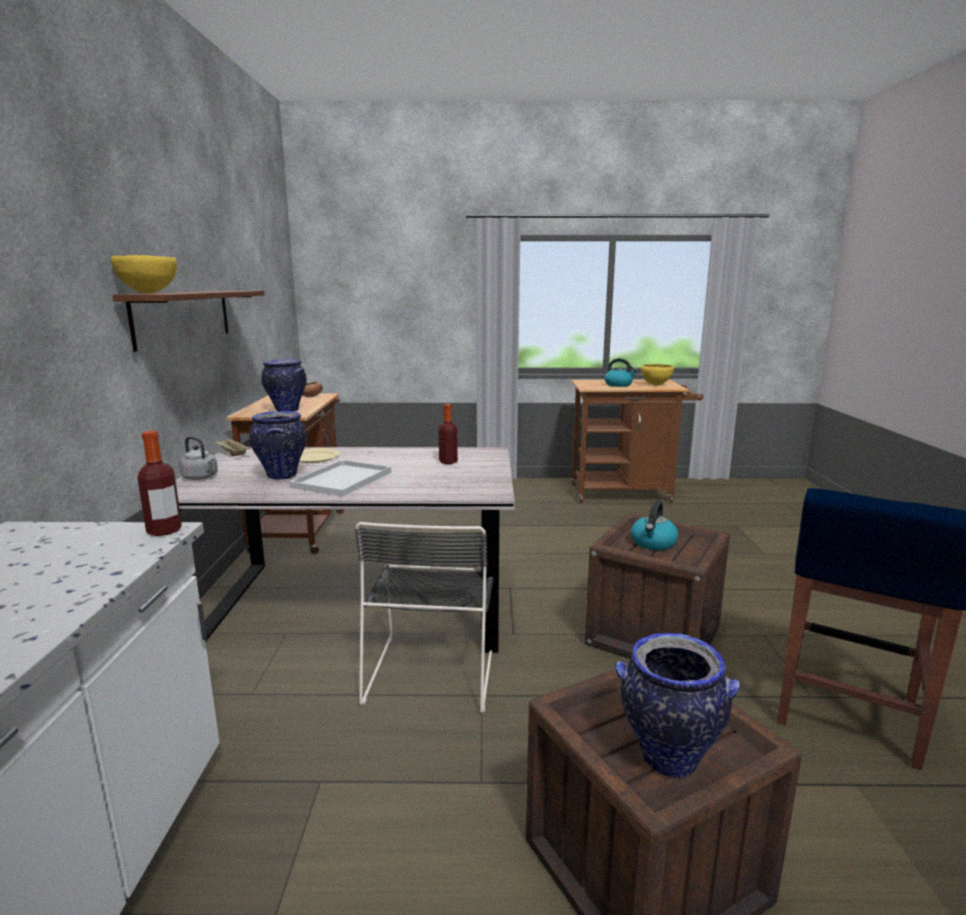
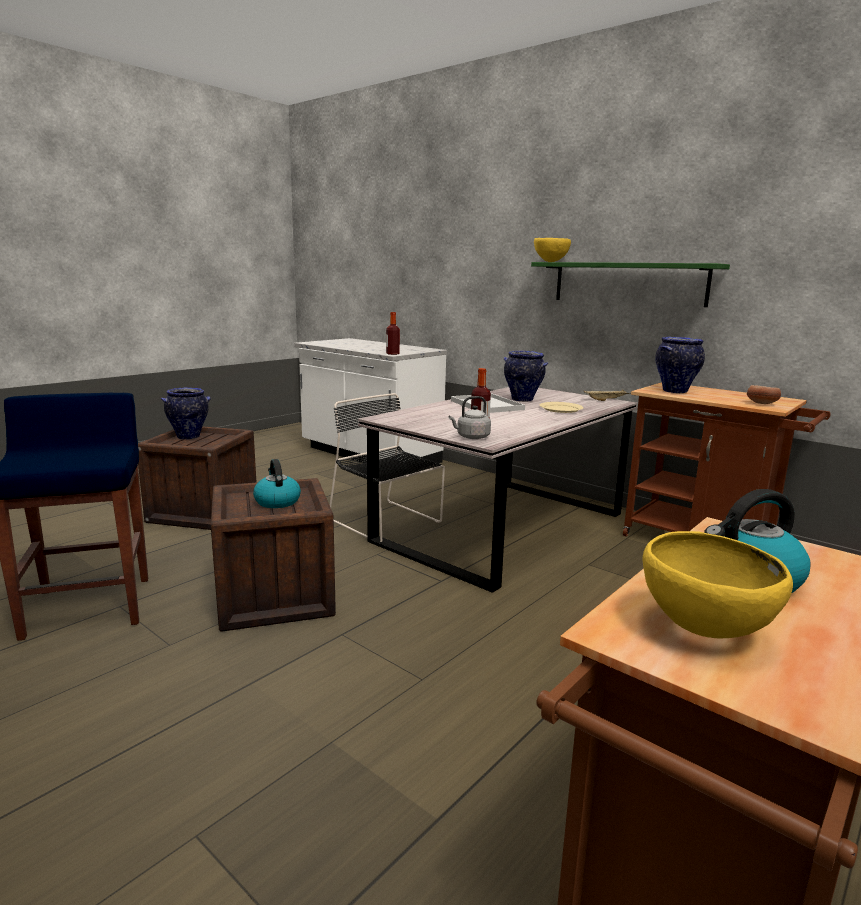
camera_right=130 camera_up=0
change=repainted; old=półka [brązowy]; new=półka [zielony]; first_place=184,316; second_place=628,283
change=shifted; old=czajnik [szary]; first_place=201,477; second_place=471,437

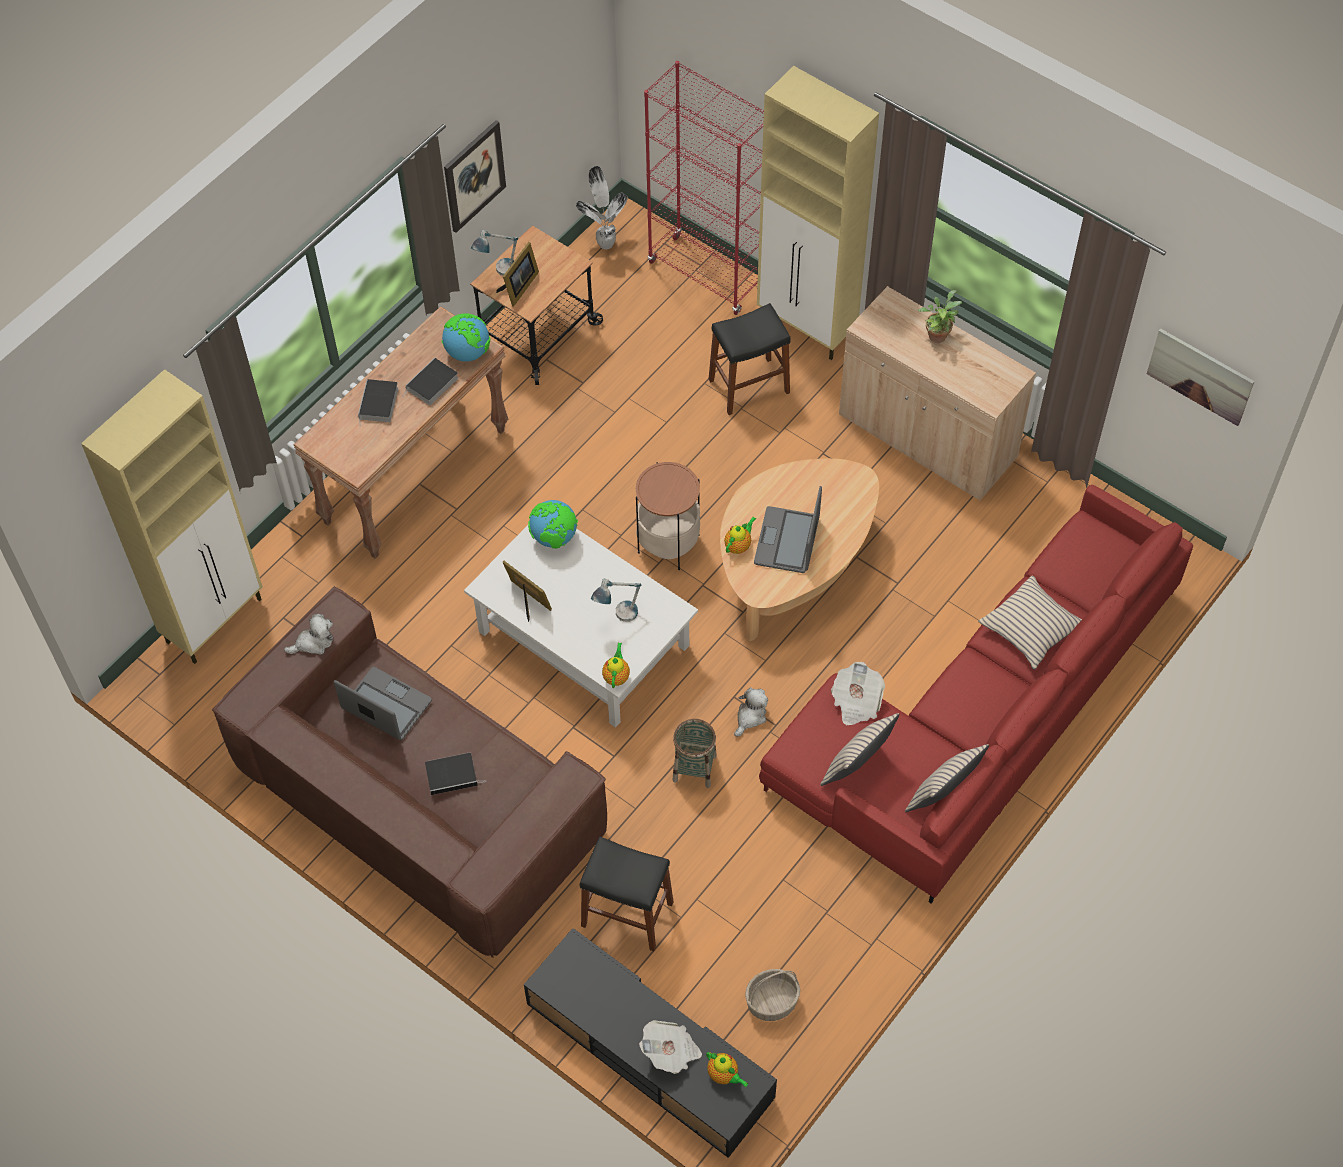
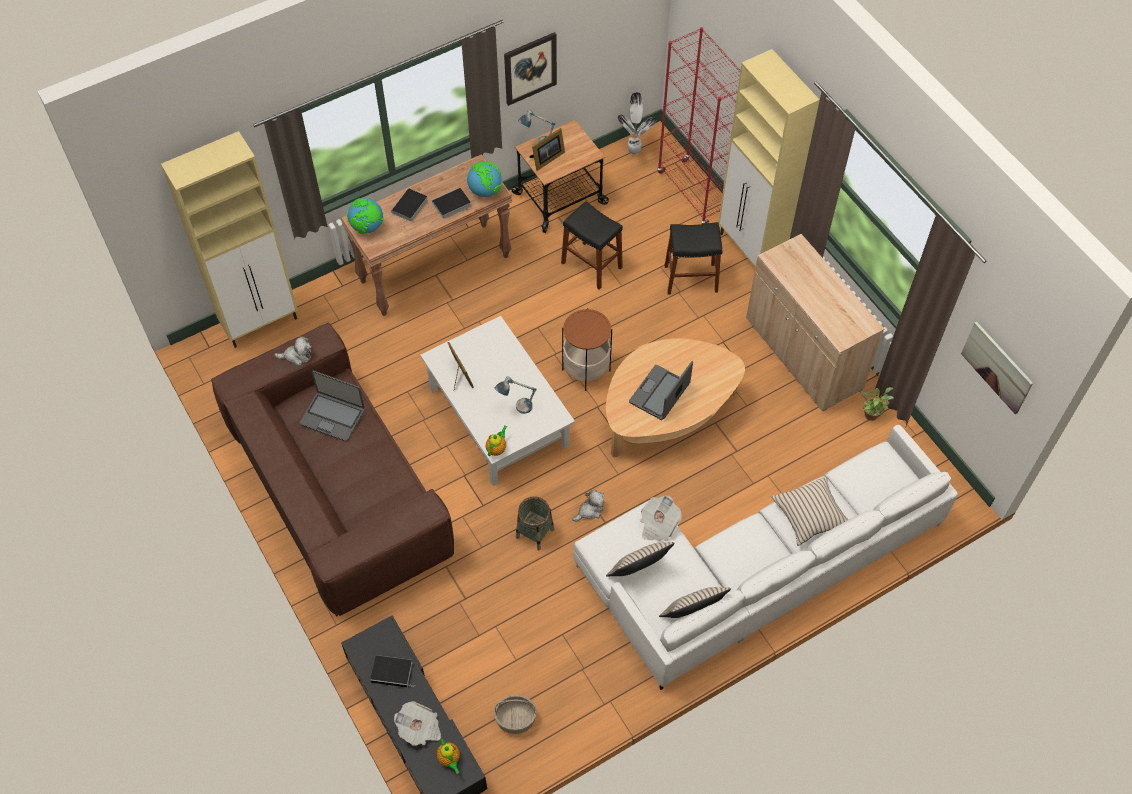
camera_right=20 camera_up=0
change=shifted; old=roślina doniczkowa; first_place=937,334; second_place=871,413
change=repainted; old=kanapa [czerwony]; new=kanapa [biały]; first_place=978,718; second_place=753,568
change=shifted; old=globus; first_place=554,538; second_place=367,227
change=gone; old=imbryk; first_place=739,545
change=rotated; old=laptop; first_place=386,706; second_place=333,416; degrees=150
change=shifted; old=książka; first_place=453,775; second_place=393,672
change=shifted; old=stołek [czarny]; first_place=627,914; second_place=591,265

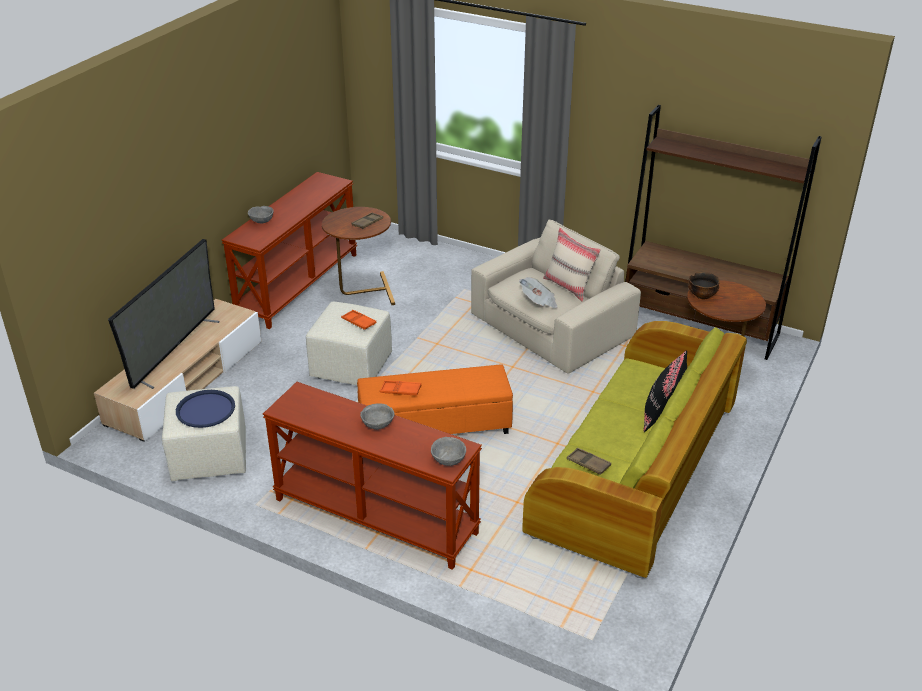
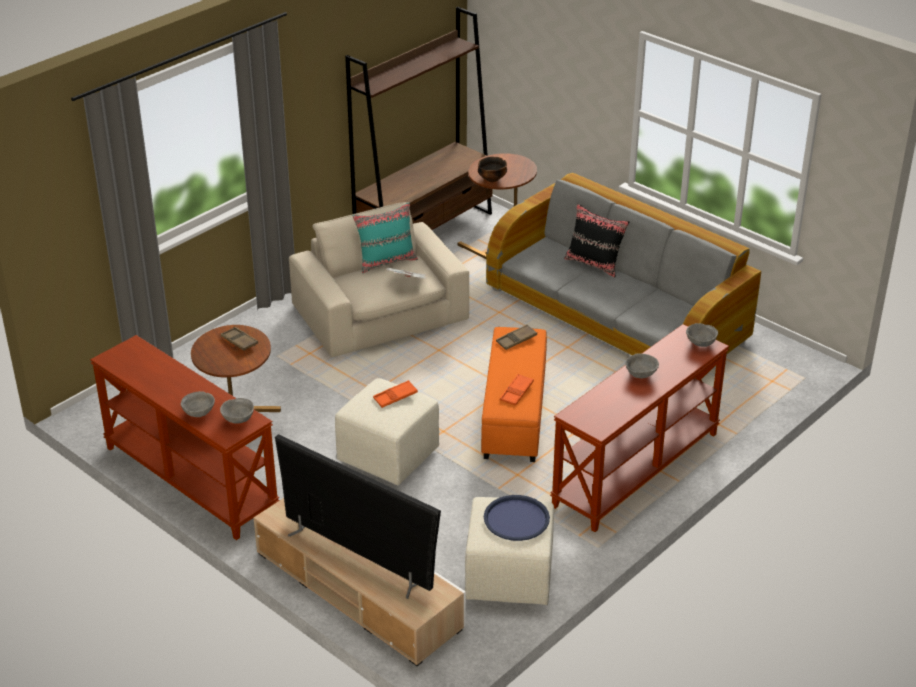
camera_right=-75 camera_up=0
change=repainted; old=poduszka [beżowy]; new=poduszka [turkusowy]; first_place=569,286; second_place=386,261
change=repainted; old=kanapa [zielony]; new=kanapa [szary]; first_place=636,470; second_place=617,314
change=shifted; old=taca [brązowy]; first_place=588,463; second_place=516,340
change=new; new=miska [szary]; second_place=238,420

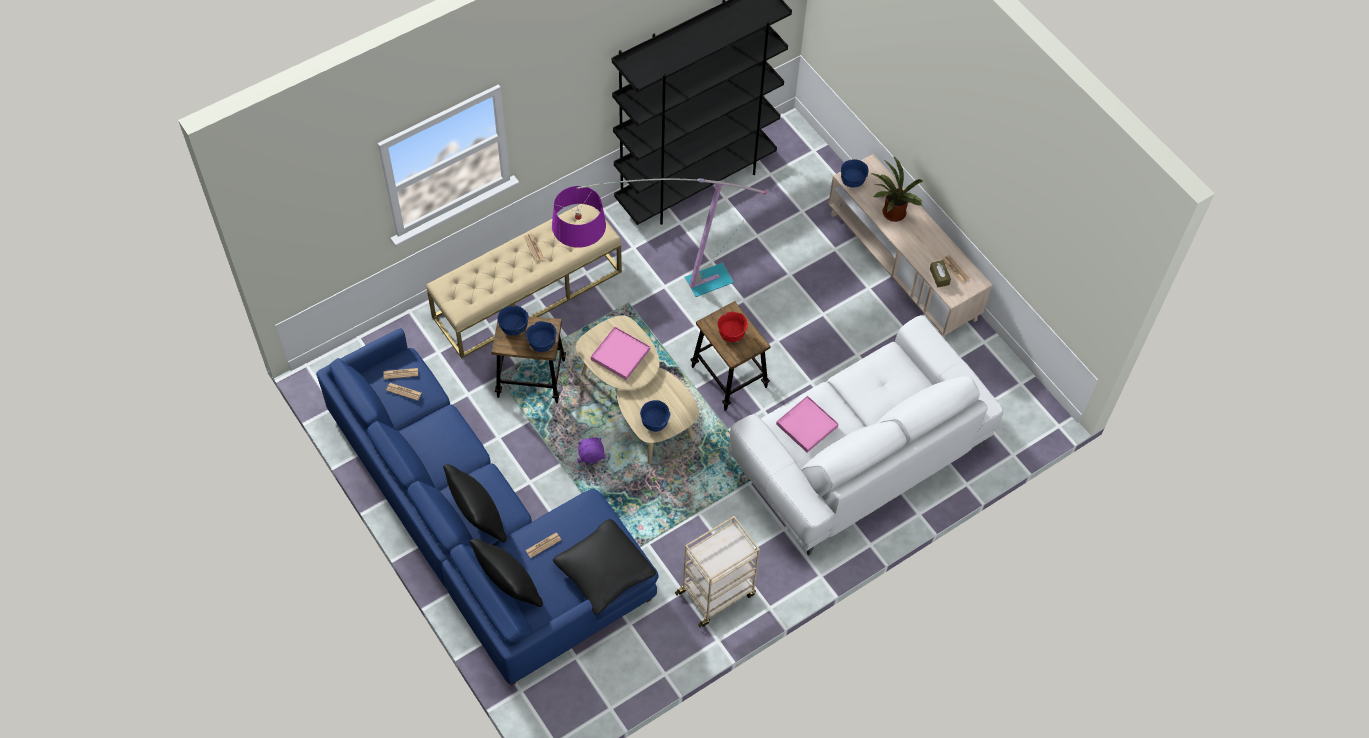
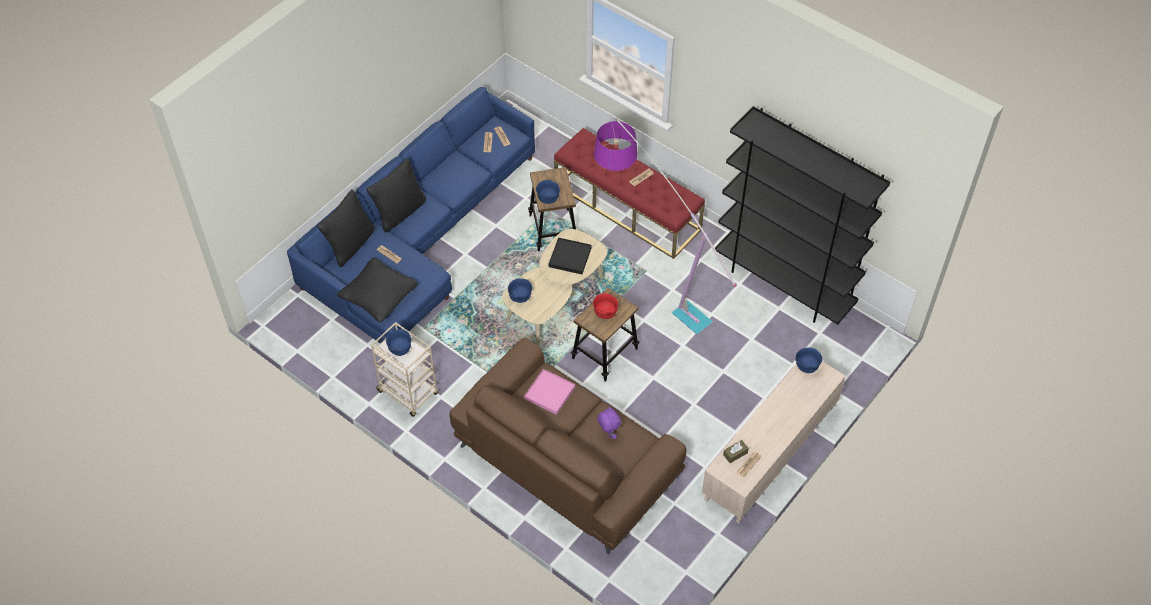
camera_right=75 camera_up=-5
change=gone; old=roślina doniczkowa; first_place=891,214
change=repainted; old=ławka [beżowy]; new=ławka [czerwony]; first_place=527,294; second_place=627,207
change=shifted; old=miska [niebieski]; first_place=514,328; second_place=400,349
change=repainted; old=kanapa [biały]; new=kanapa [brązowy]; first_place=859,453; second_place=567,461
change=repainted; old=taca [różowy]; new=taca [czarny]; first_place=620,354; second_place=570,257
change=shifted; old=pluszak [fioletowy]; first_place=591,463; second_place=608,433

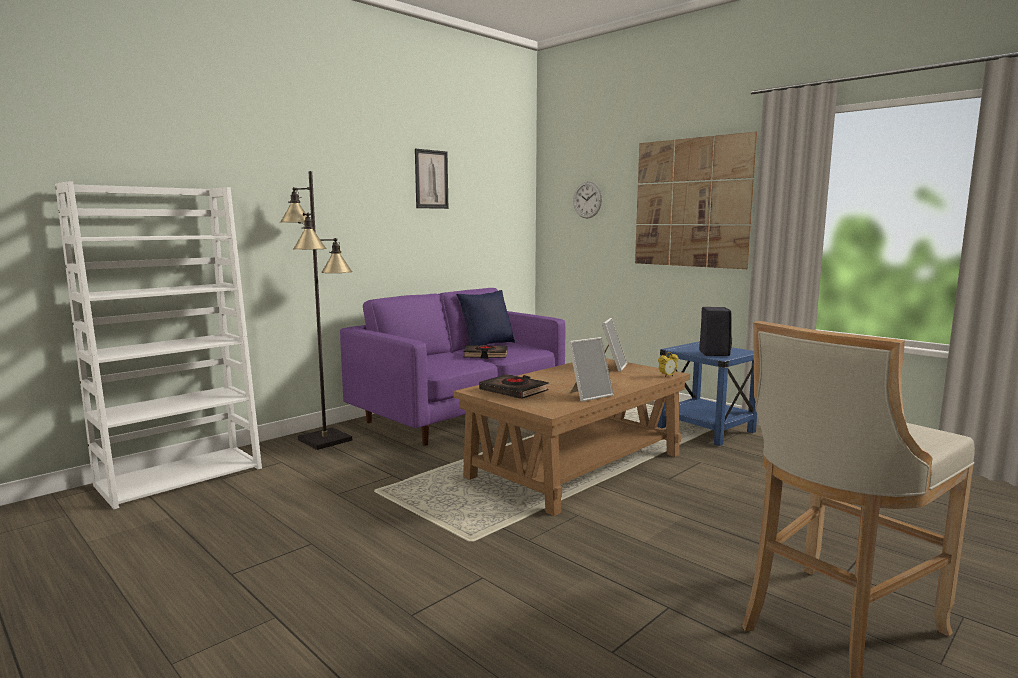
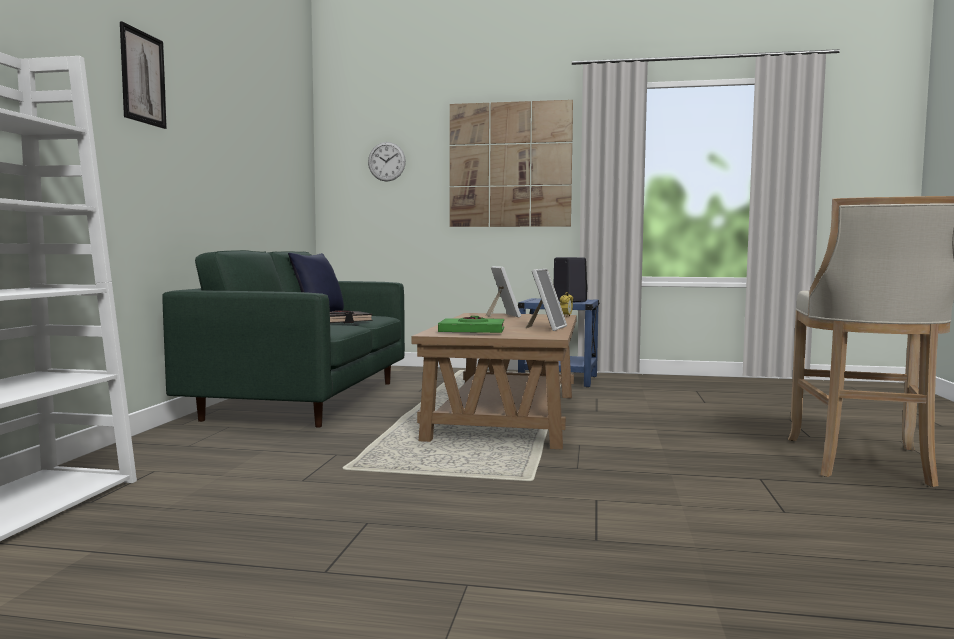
camera_right=-35 camera_up=-5
change=shifted; old=obraz; first_place=431,179; second_place=143,77
change=gone; old=lampa stojąca [czarny]; first_place=325,440
change=repainted; old=kanapa [fioletowy]; new=kanapa [zielony]; first_place=460,415; second_place=306,400
change=repainted; old=książka [czarny]; new=książka [zielony]; first_place=514,391; second_place=472,331

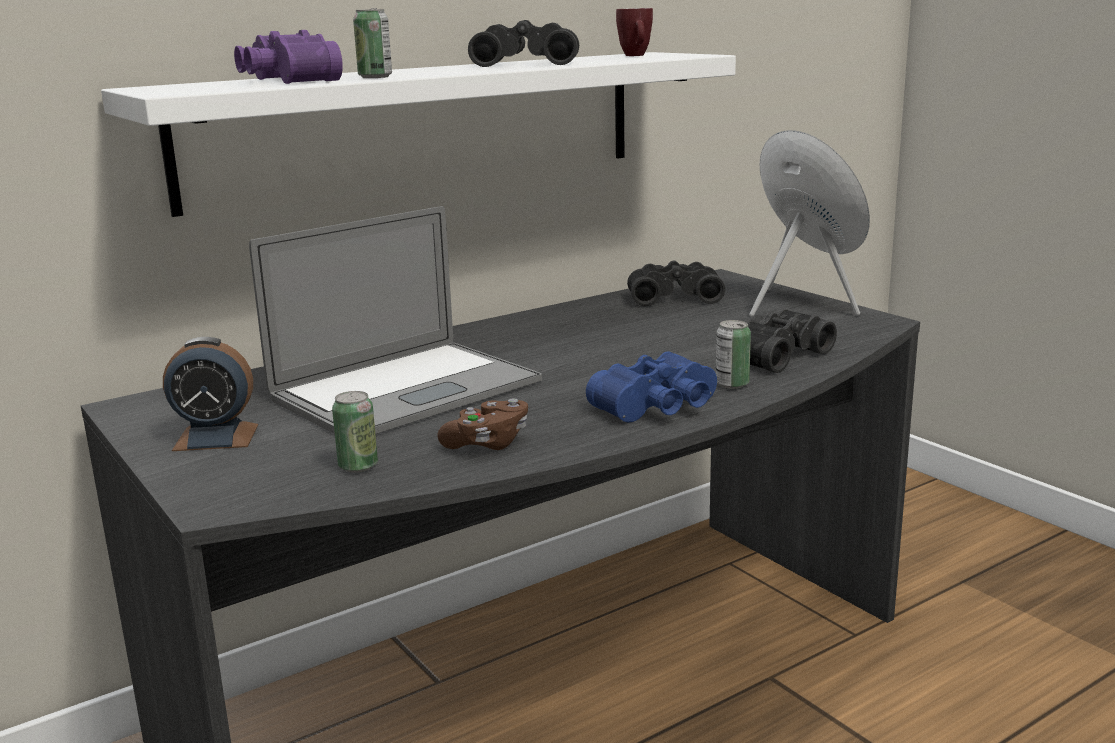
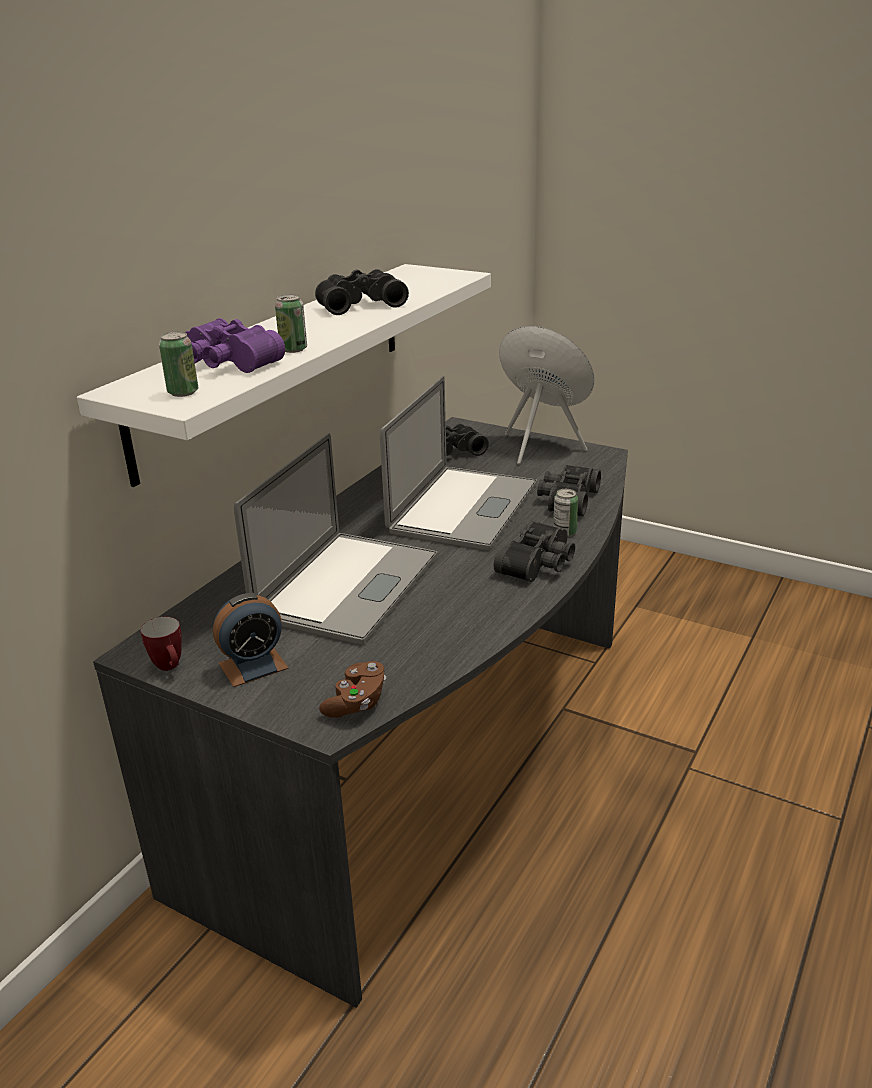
camera_right=-25 camera_up=10
change=shifted; old=kubek; first_place=636,55; second_place=170,667
change=repainted; old=lornetka [niebieski]; new=lornetka [czarny]; first_place=660,408; second_place=539,564
change=shifted; old=puszka; first_place=358,466; second_place=183,392
change=shifted; old=pad do gier [brązowy]; first_place=487,444; second_place=356,703
change=new; new=laptop; second_place=464,507

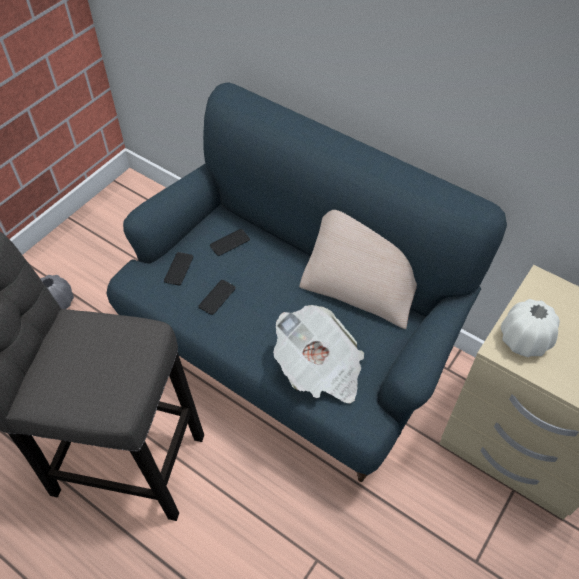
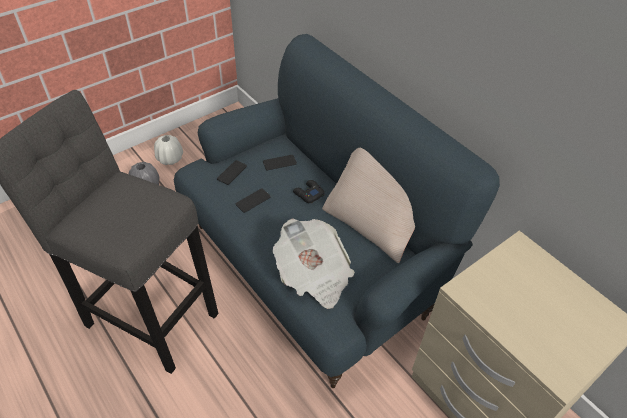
camera_right=15 camera_up=-5
change=shifted; old=wazon [biały]; first_place=523,340; second_place=170,158
change=new; new=pad do gier [czarny]; second_place=308,194

